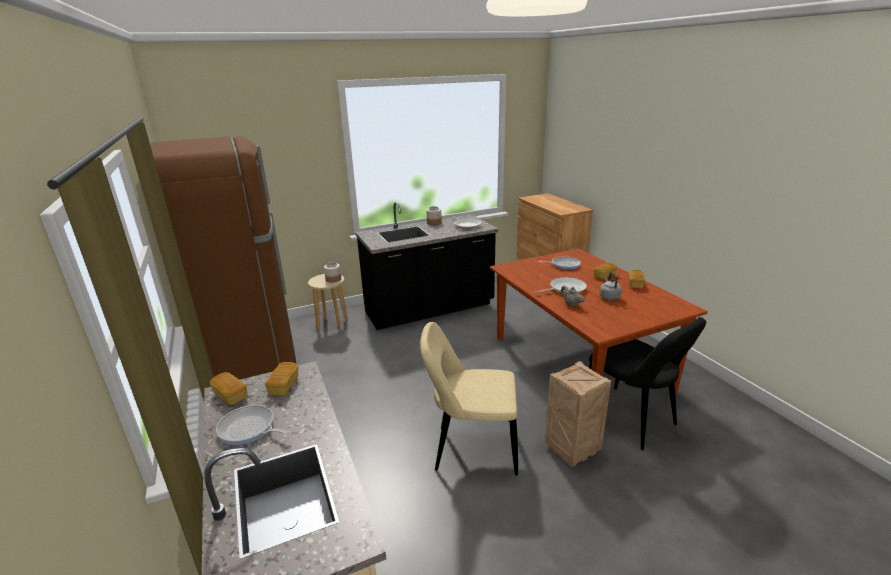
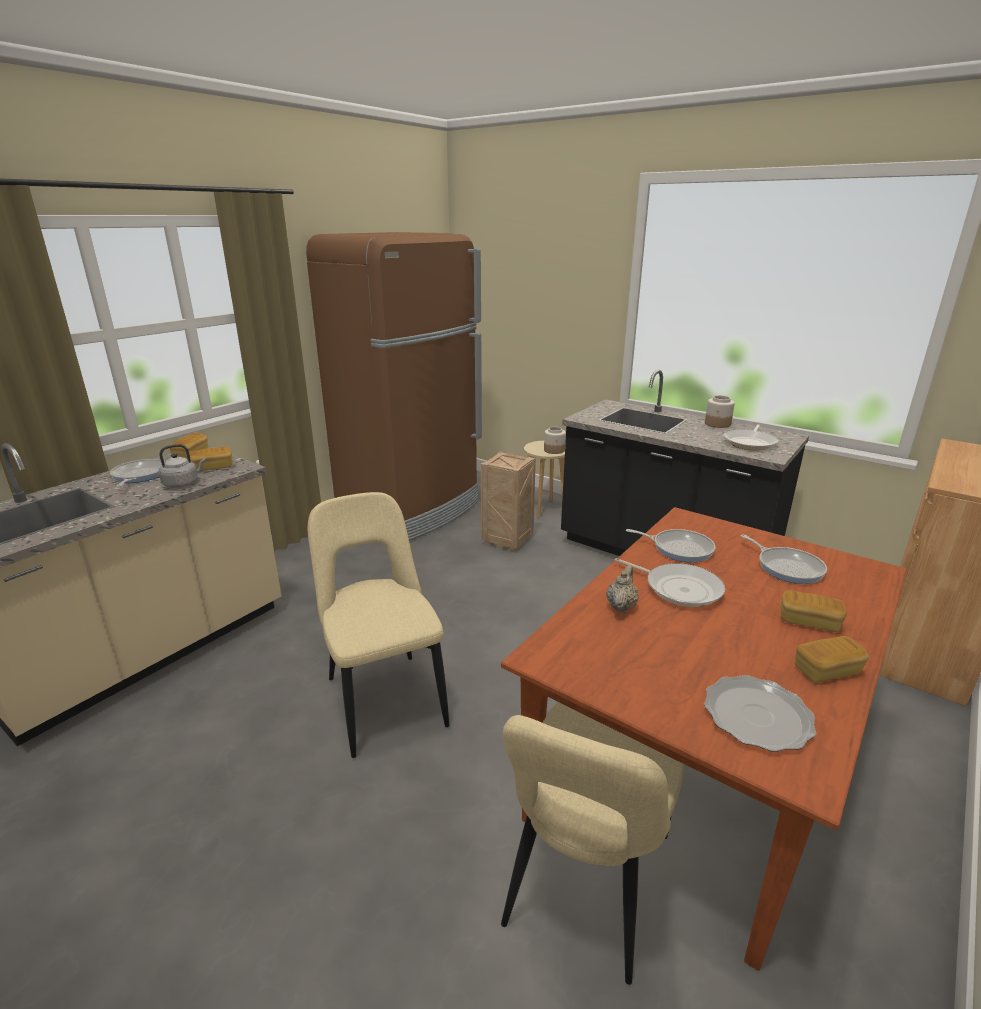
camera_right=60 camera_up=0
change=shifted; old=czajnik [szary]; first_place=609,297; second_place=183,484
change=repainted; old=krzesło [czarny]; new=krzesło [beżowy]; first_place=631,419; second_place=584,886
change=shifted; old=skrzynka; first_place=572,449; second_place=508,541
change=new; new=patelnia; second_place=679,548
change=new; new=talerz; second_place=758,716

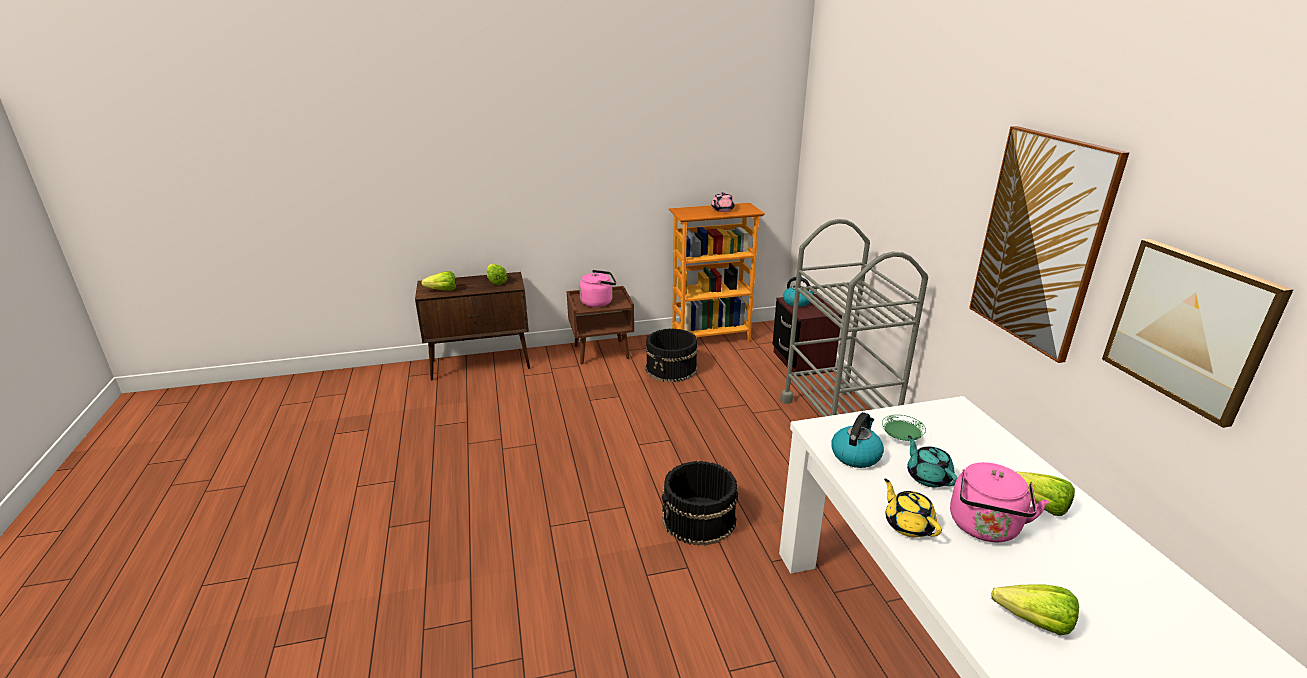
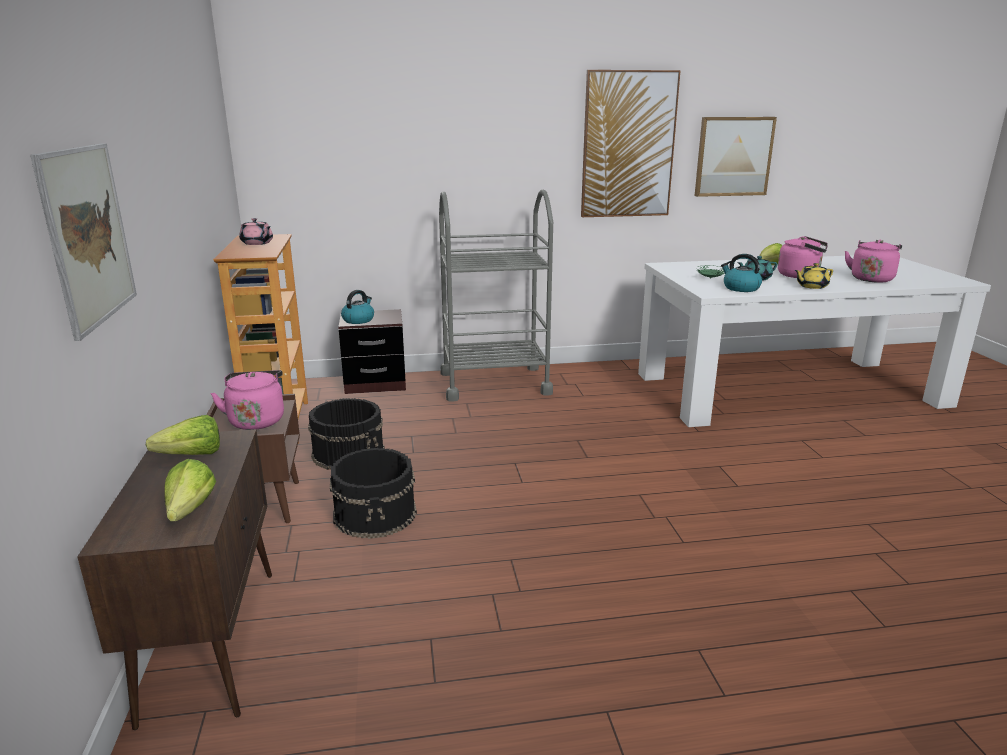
camera_right=-85 camera_up=-5
change=shifted; old=wiadro [czarny]; first_place=699,520; second_place=376,514
change=swapped; old=sałata; new=czajnik [różowy]; first_place=1027,619; second_place=871,278
change=new; new=obraz; second_place=88,235

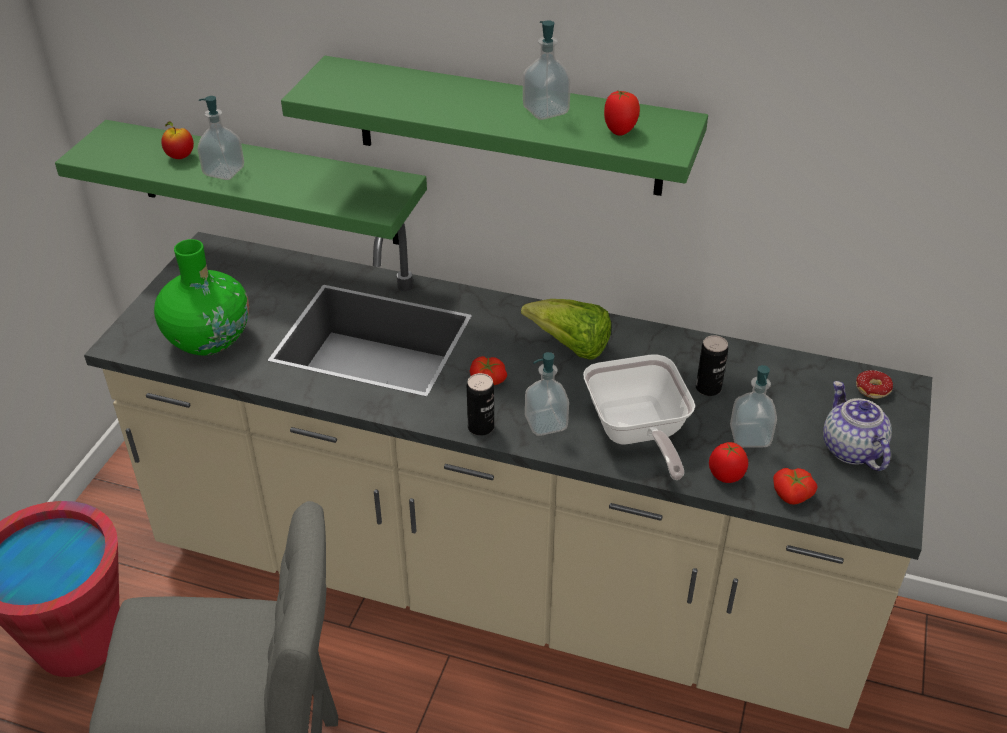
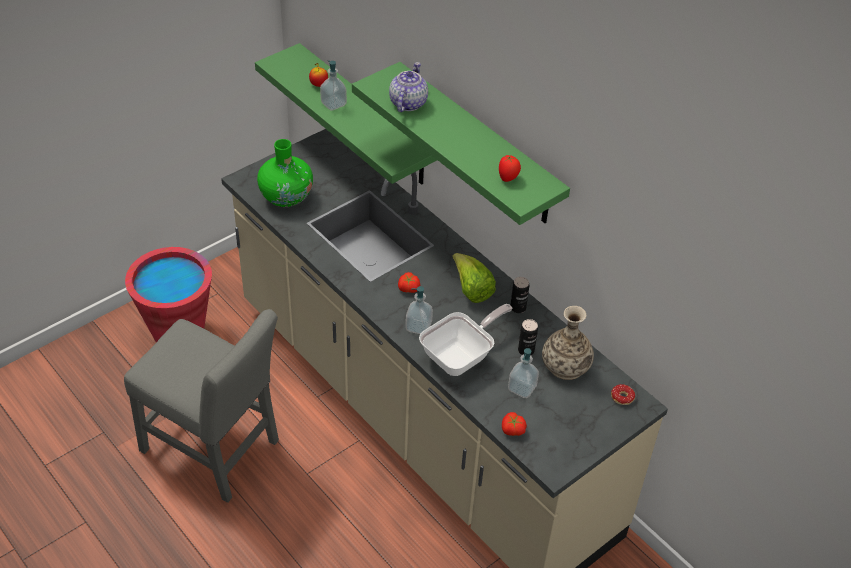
camera_right=30 camera_up=5
change=gone; old=dozownik mydła; first_place=545,111
change=rotated; old=patelnia; first_place=637,434; second_place=461,356; degrees=-150
change=shifted; old=puszka; first_place=481,427; second_place=518,308
change=shifted; old=imbryk; first_place=850,449; second_place=407,103
change=gone; old=pomidor; first_place=725,476
change=new; new=wazon; second_place=565,366

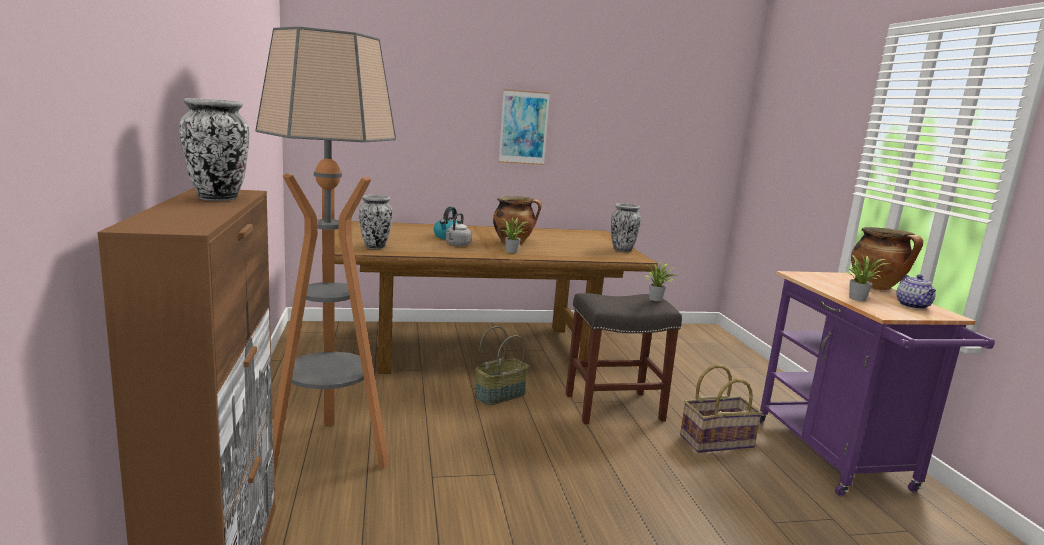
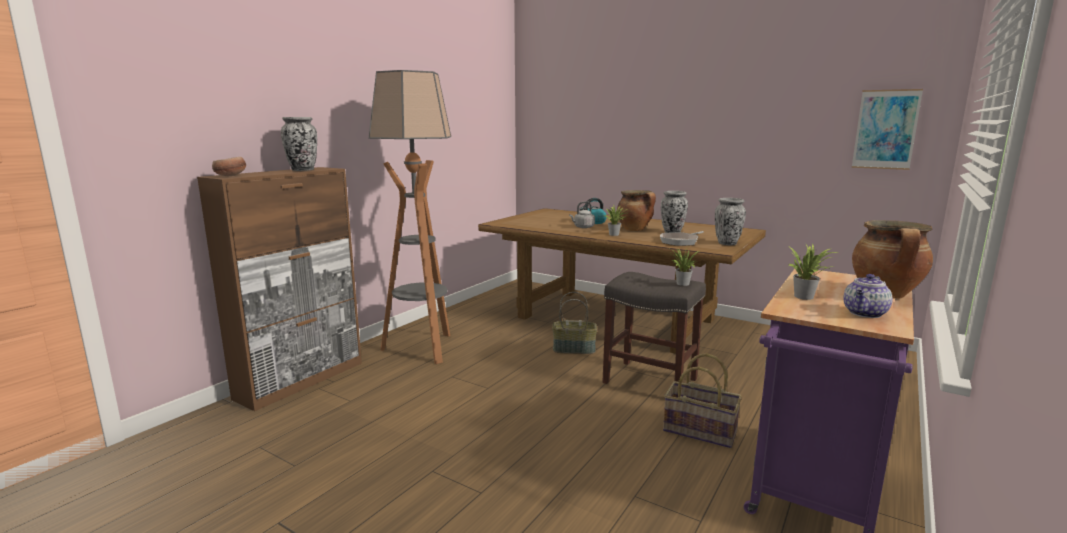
camera_right=45 camera_up=0
change=shifted; old=obraz; first_place=523,127; second_place=885,129
change=shifted; old=wazon; first_place=375,247; second_place=672,232
change=new; new=miska; second_place=231,176
change=new; new=patelnia; second_place=680,241

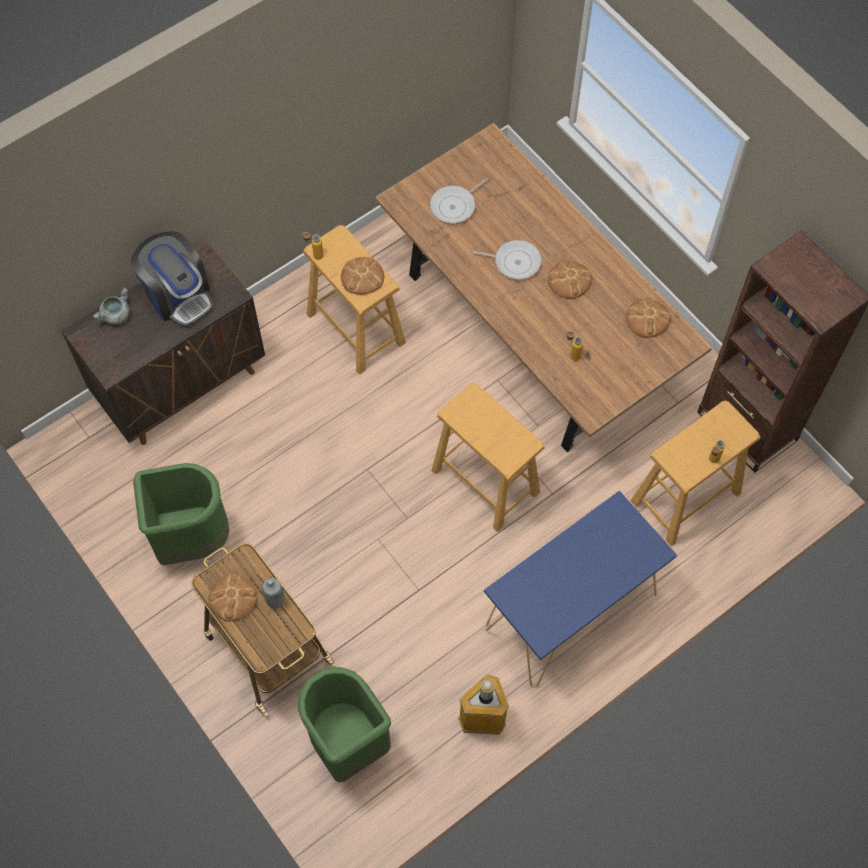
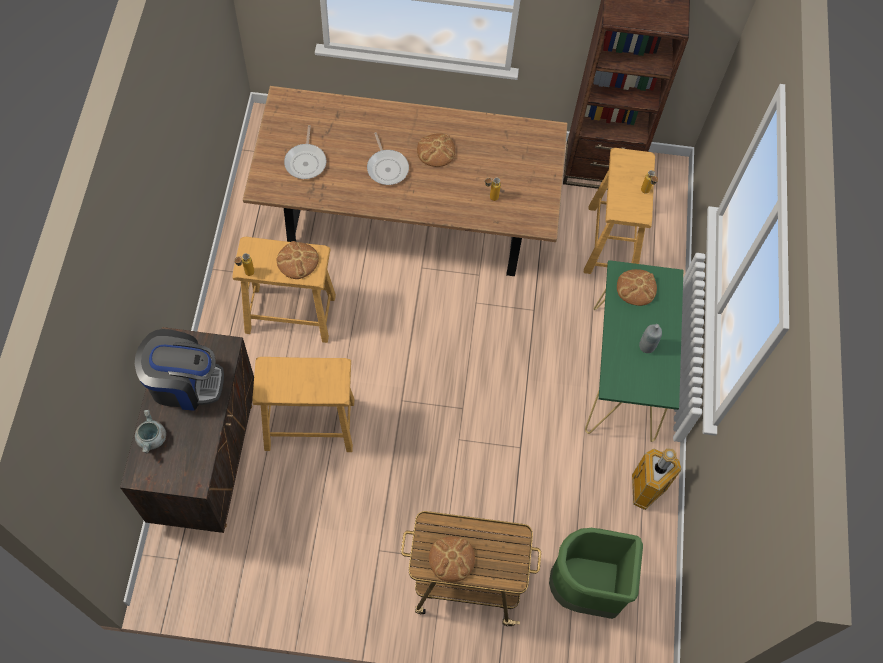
camera_right=-50 camera_up=0
change=rotated; old=patelnia; first_place=514,261; second_place=387,167; degrees=105
change=shifted; old=chleb; first_place=647,319; second_place=636,288
change=shifted; old=stołek [beżowy]; first_place=485,481; second_place=309,424
change=gone; old=kosz na śmieci [zielony]; first_place=191,540
change=repainted; old=stolik konsolowy [niebieski]; new=stolik konsolowy [zielony]; first_place=570,611; second_place=623,373
change=shifted; old=butelka [szary]; first_place=275,600; second_place=646,346

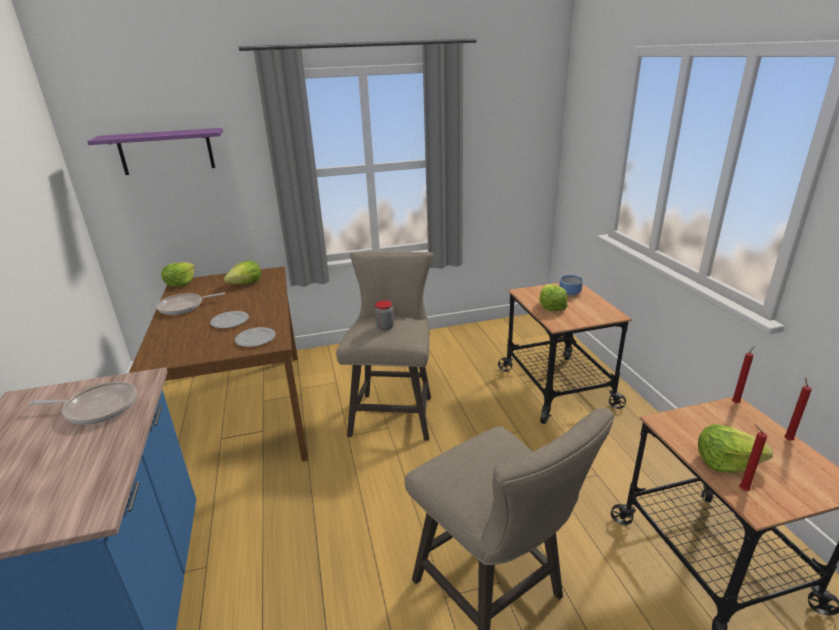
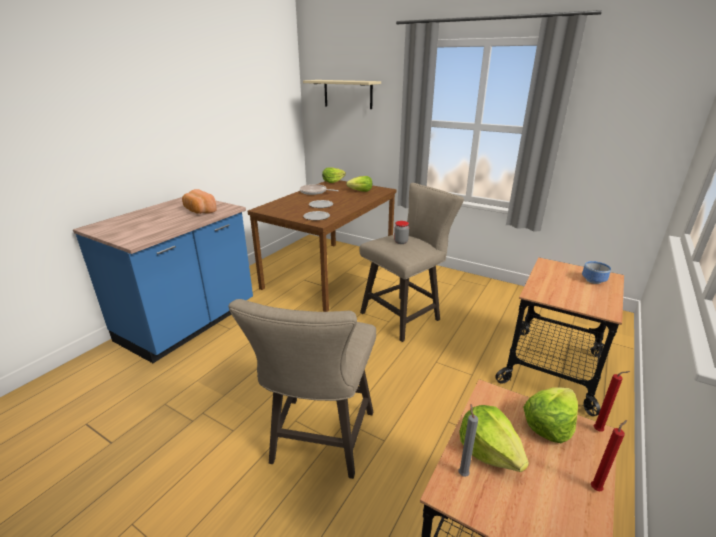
camera_right=45 camera_up=0
change=repainted; old=półka [fioletowy]; new=półka [beżowy]; first_place=166,151; second_place=348,94
change=shifted; old=sałata; first_place=551,307; second_place=548,424
change=swapped; old=patelnia; new=chleb; first_place=98,408; second_place=199,211
change=repainted; old=świeca [czerwony]; new=świeca [szary]; first_place=741,489; second_place=462,473

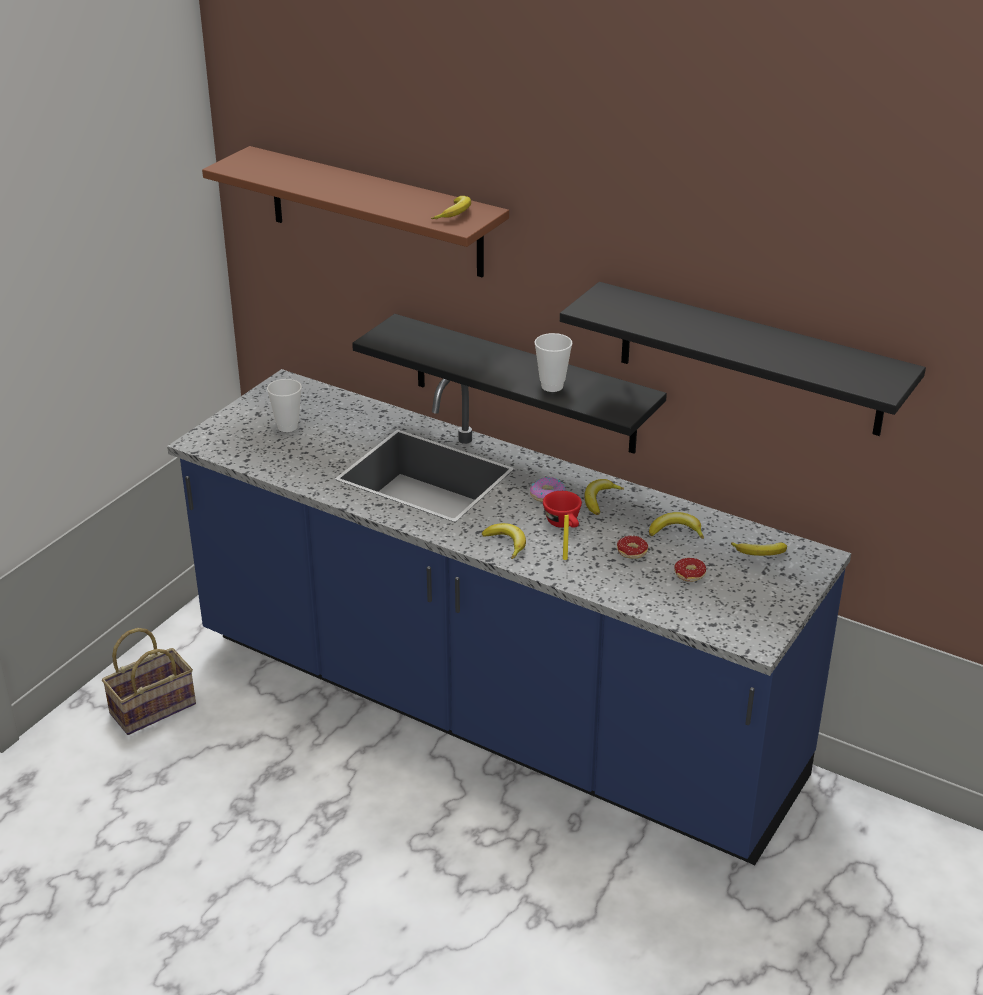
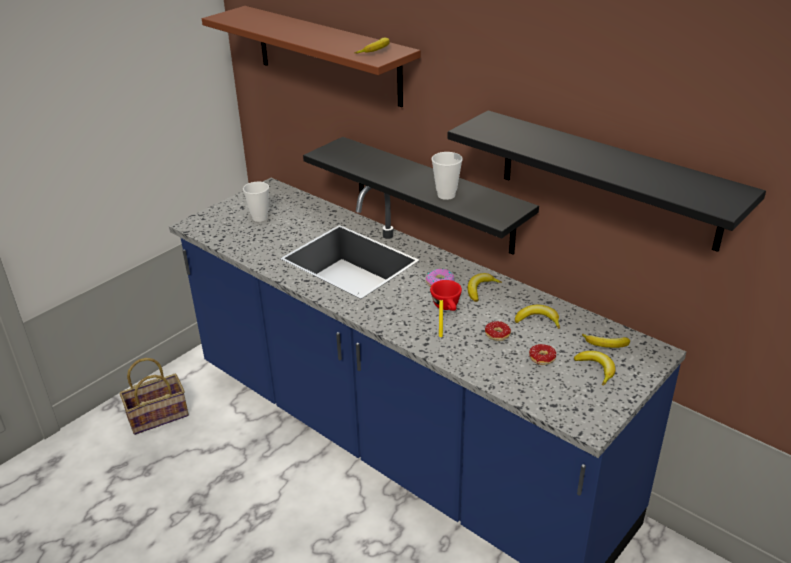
camera_right=10 camera_up=0
change=shifted; old=banan; first_place=506,543; second_place=596,369

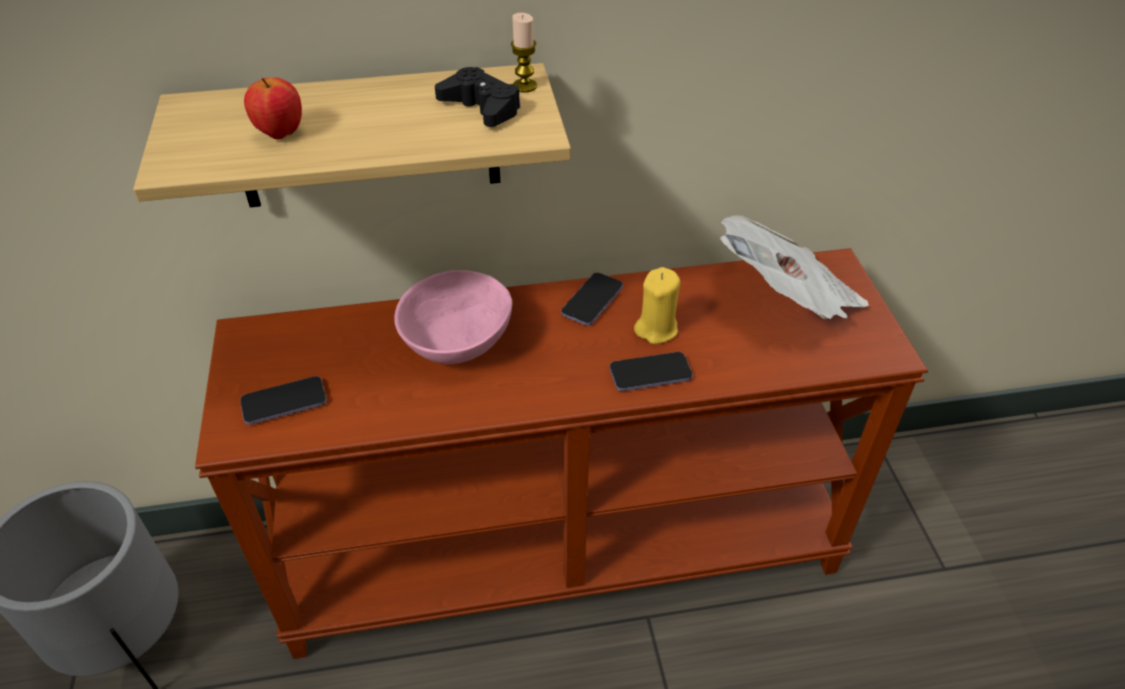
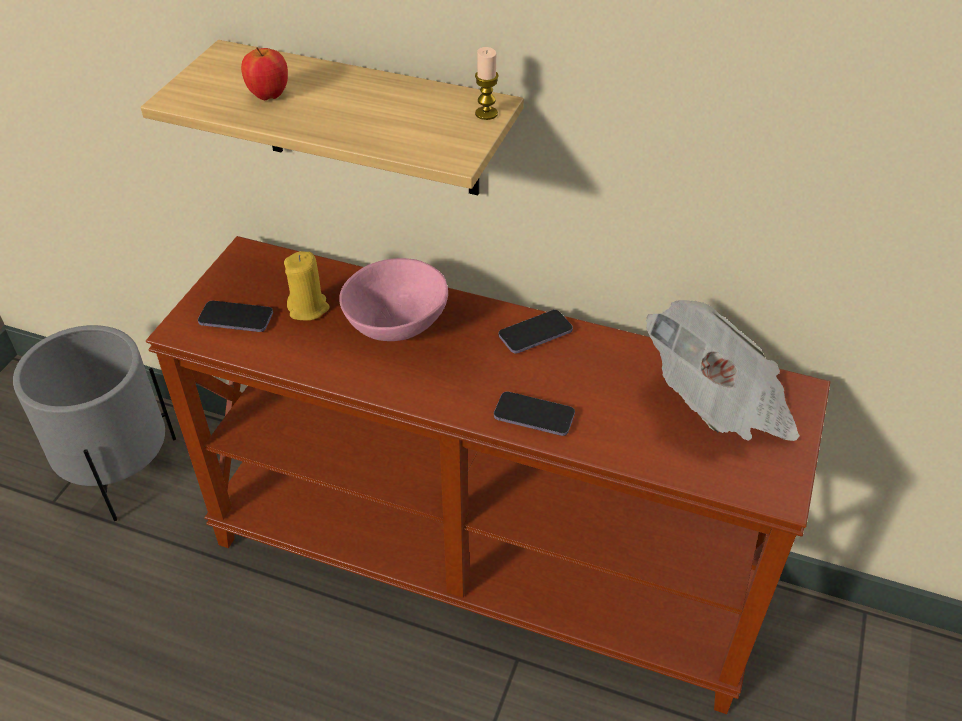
camera_right=30 camera_up=0
change=gone; old=pad do gier [czarny]; first_place=481,107
change=shifted; old=świeca [żółty]; first_place=656,329; second_place=308,308

